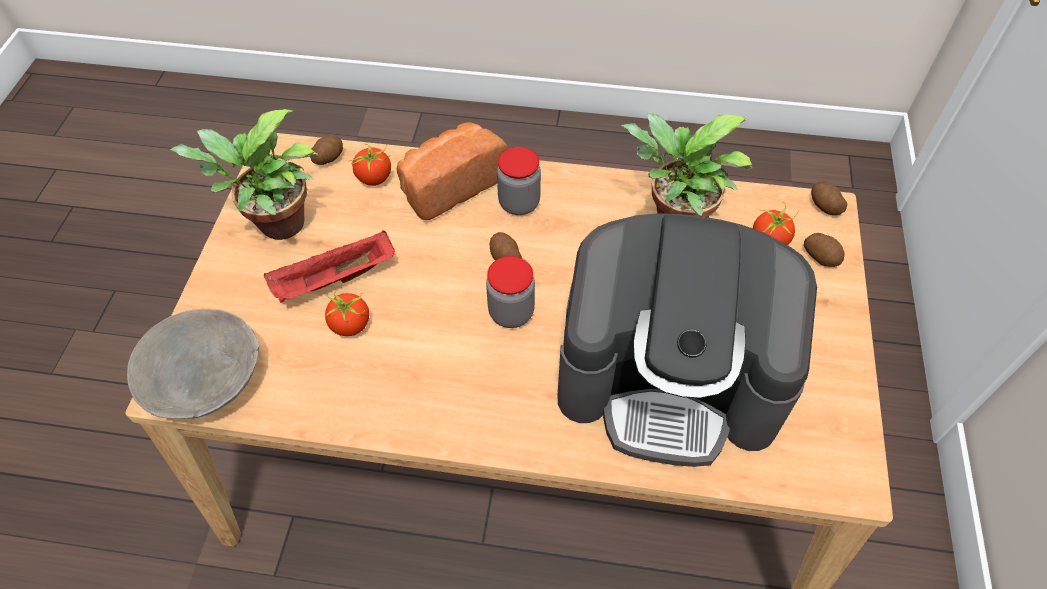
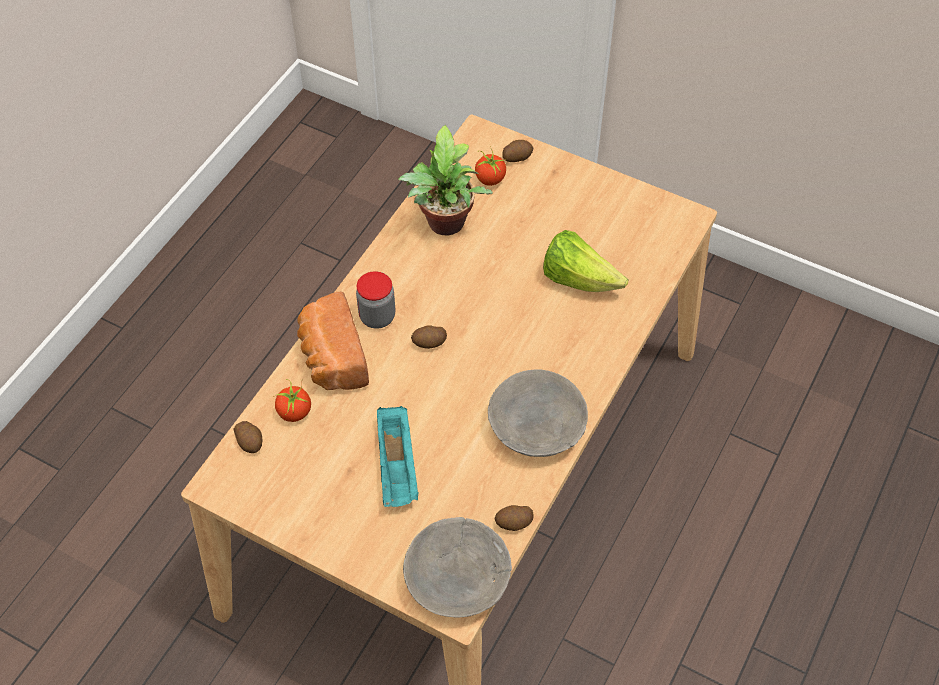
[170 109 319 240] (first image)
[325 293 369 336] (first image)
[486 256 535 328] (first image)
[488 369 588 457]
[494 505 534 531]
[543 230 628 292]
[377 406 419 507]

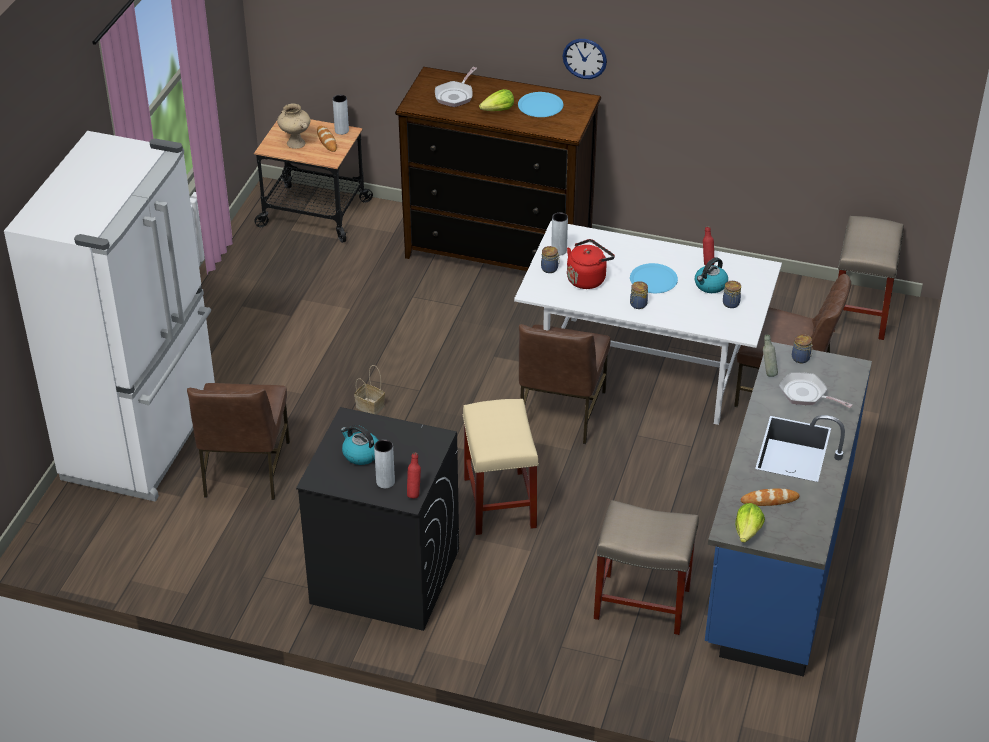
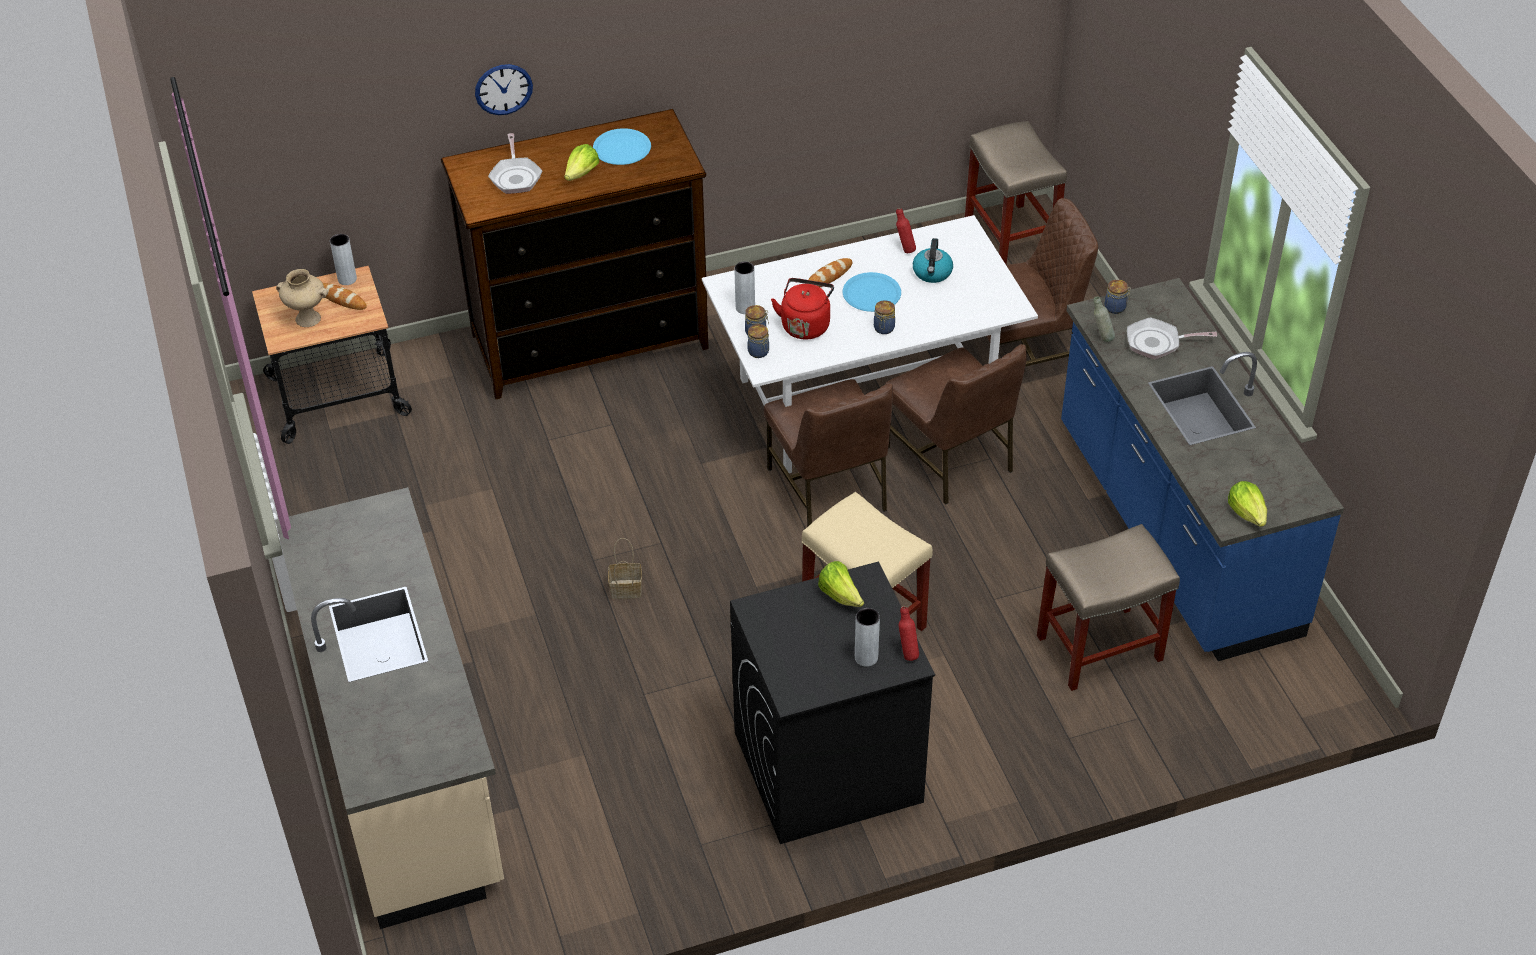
[340 425 379 465] (first image)
[818 561 864 607]
[885 344 1027 505]
[475 64 533 115]
[747 324 769 358]
[808 258 852 287]
[275 487 504 929]

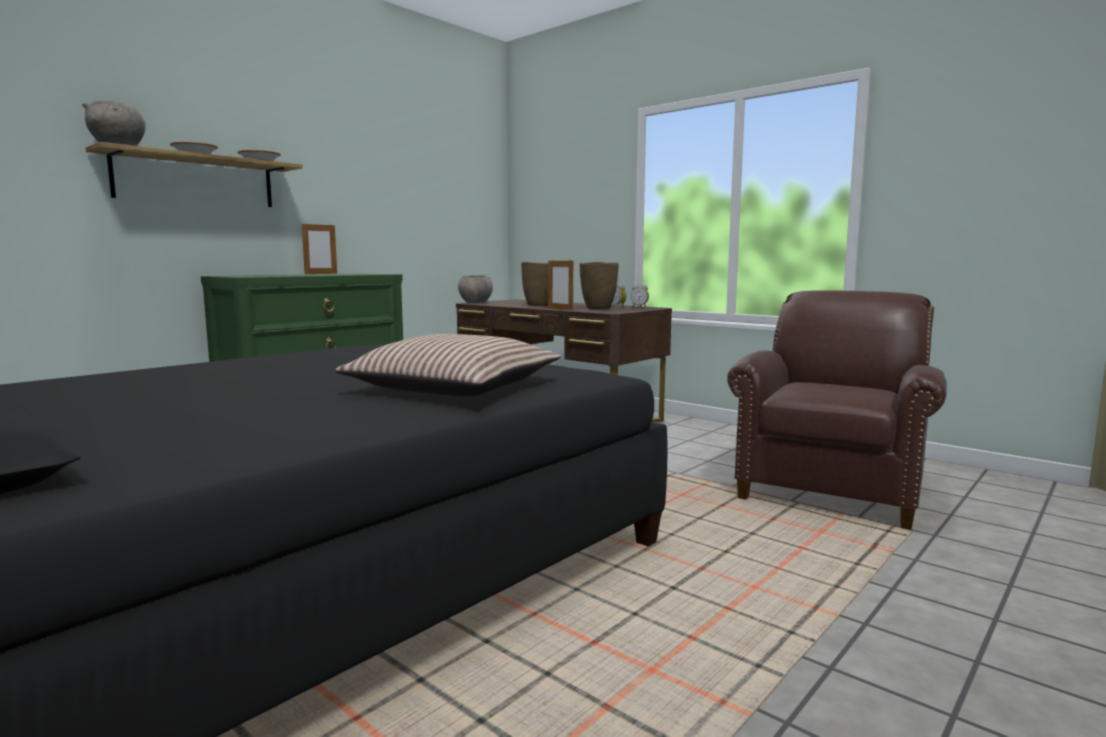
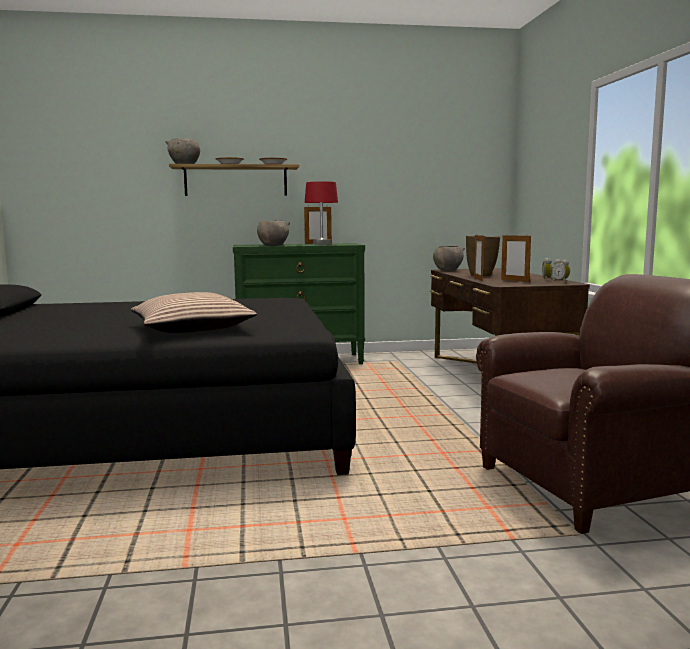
[257 220 290 246]
[304 182 338 245]
[501 234 531 282]

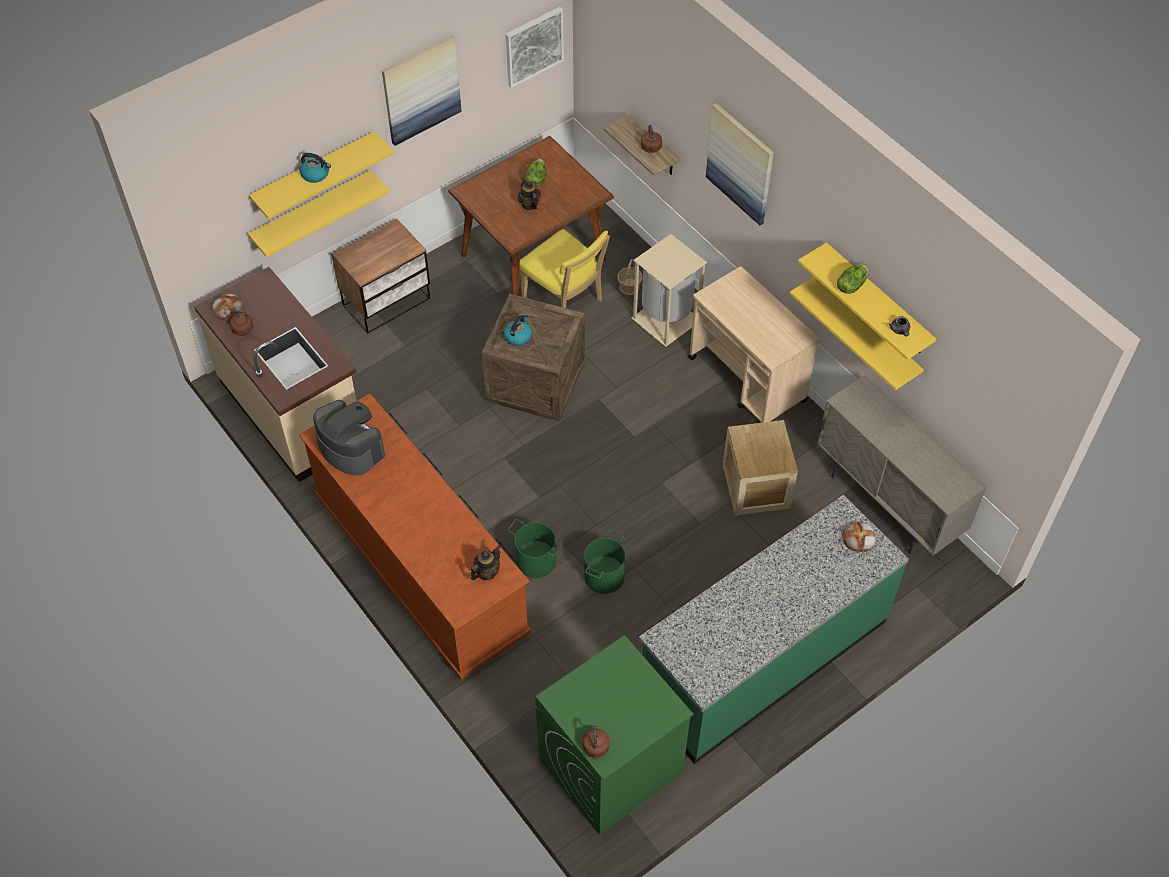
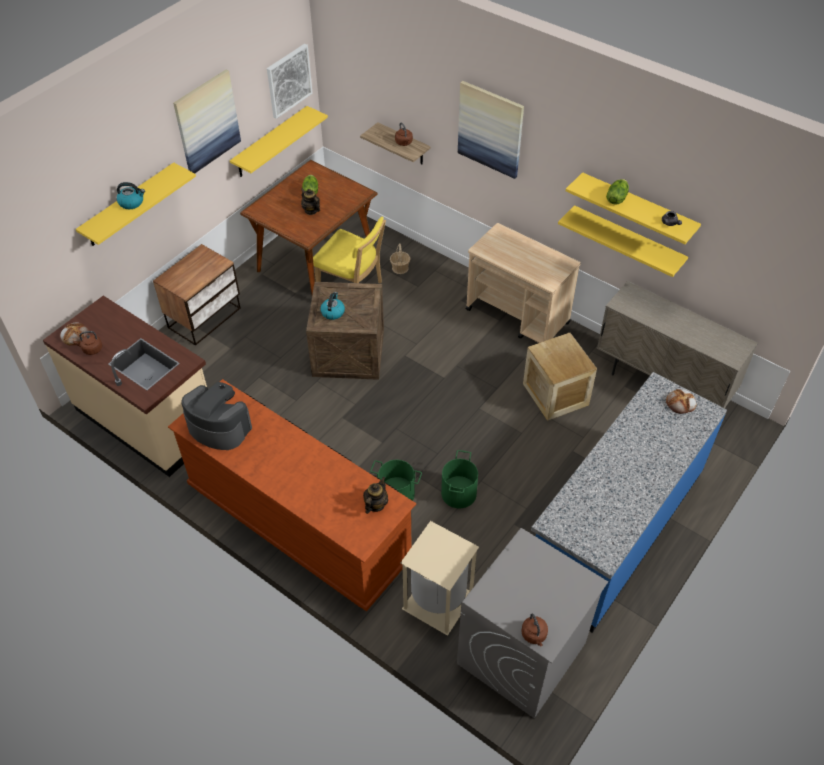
[230 106 328 177]
[401 521 479 636]
[457 528 608 718]
[531 372 727 633]

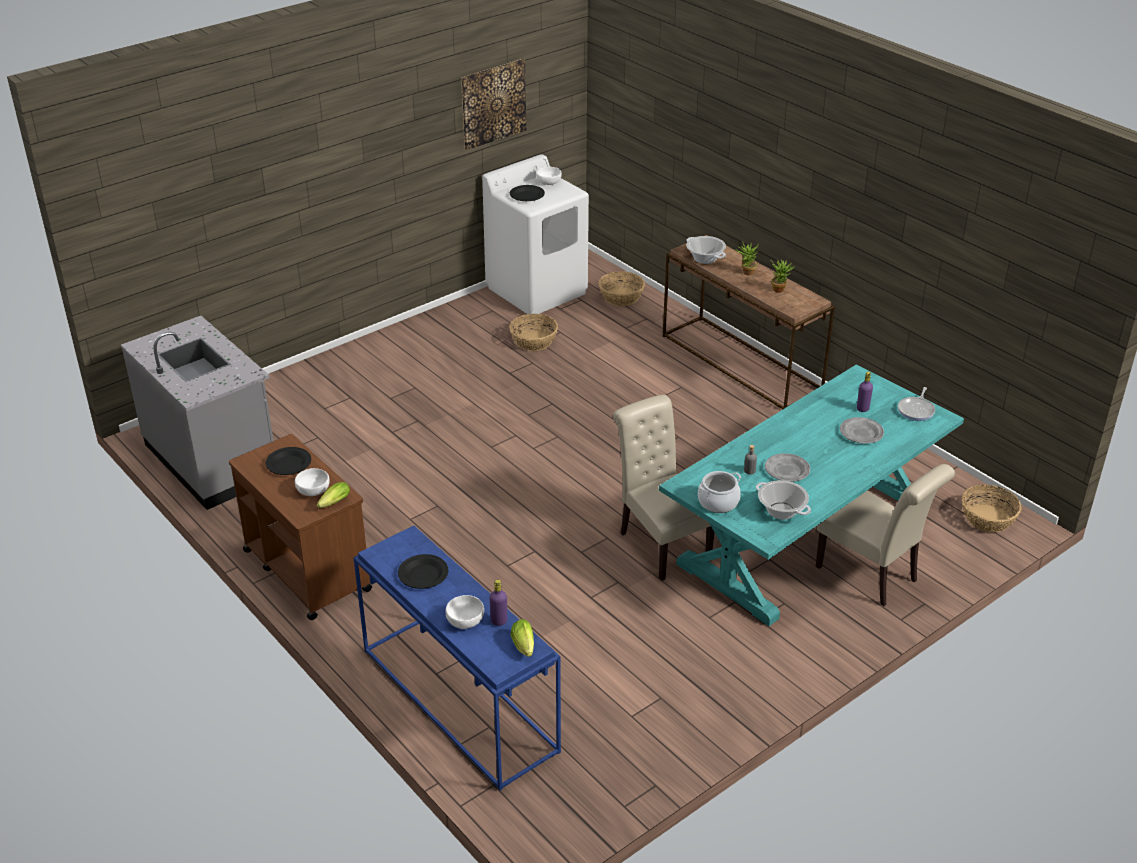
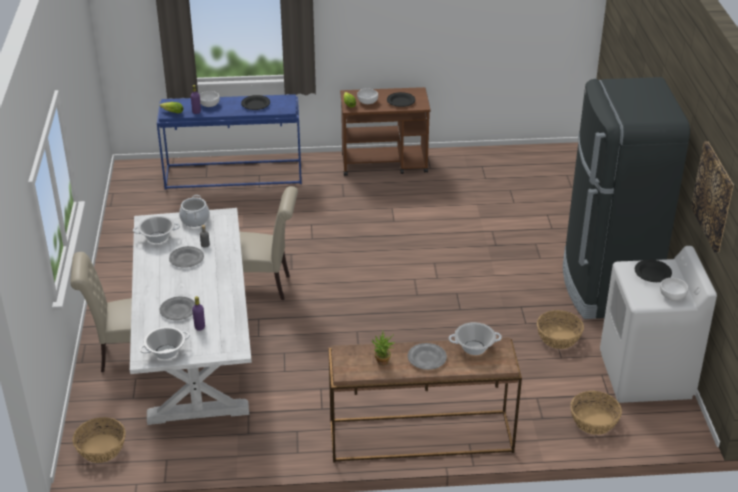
[121 316 273 510] (first image)
[563 77 690 319]
[408 343 447 370]
[139 327 190 359]
[130 208 252 425]

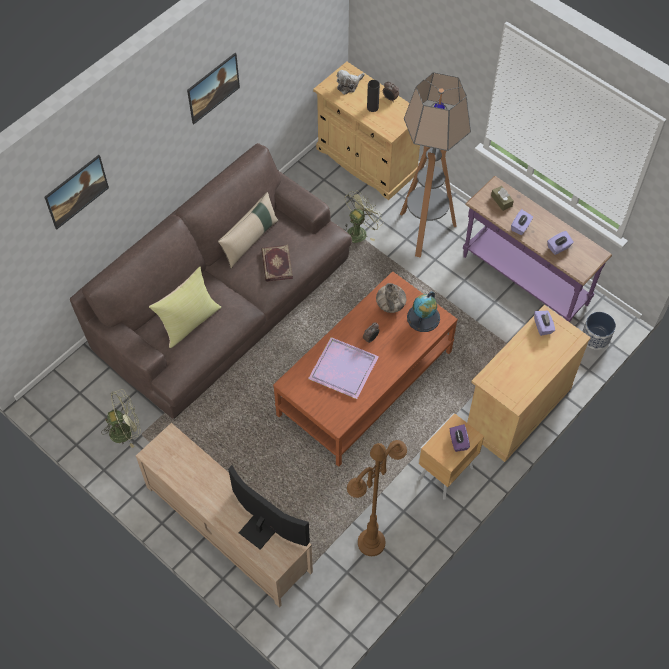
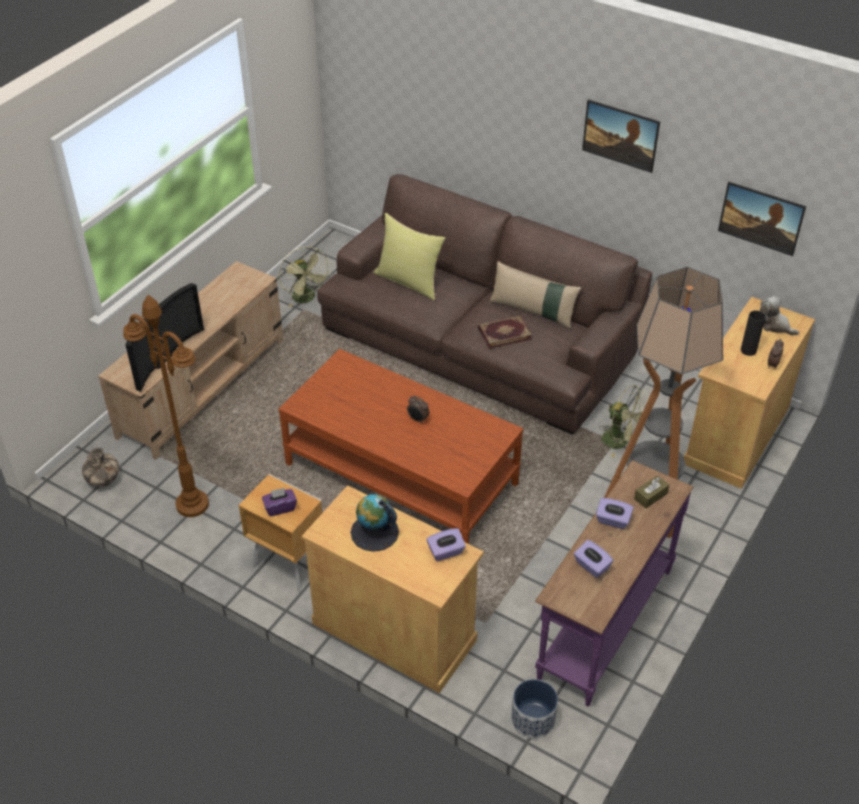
[308 337 379 399] (first image)
[718 182 806 256]
[82 448 119 487]
[351 494 399 552]

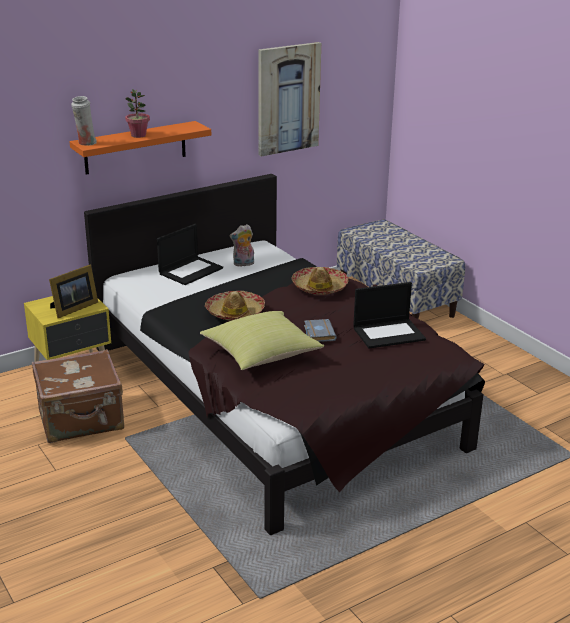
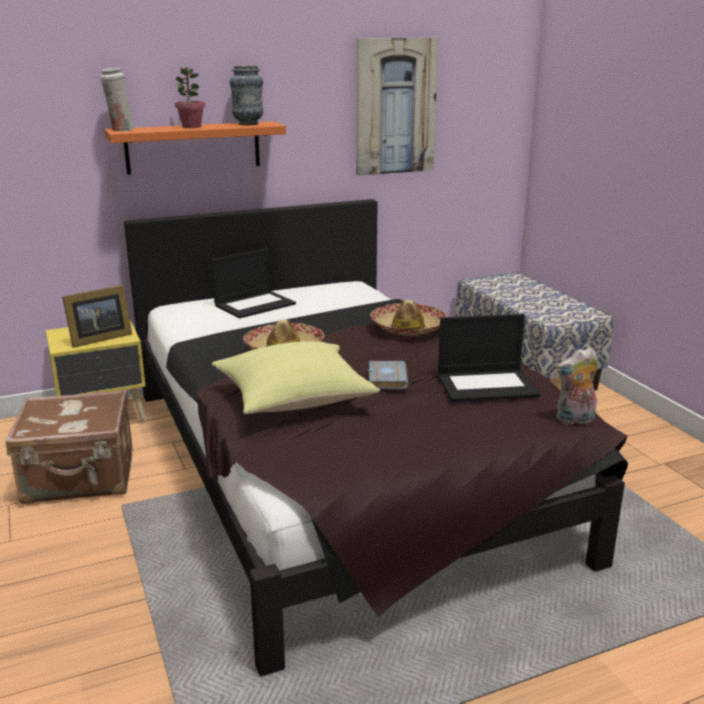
[230 65 263 125]
[556 348 598 425]

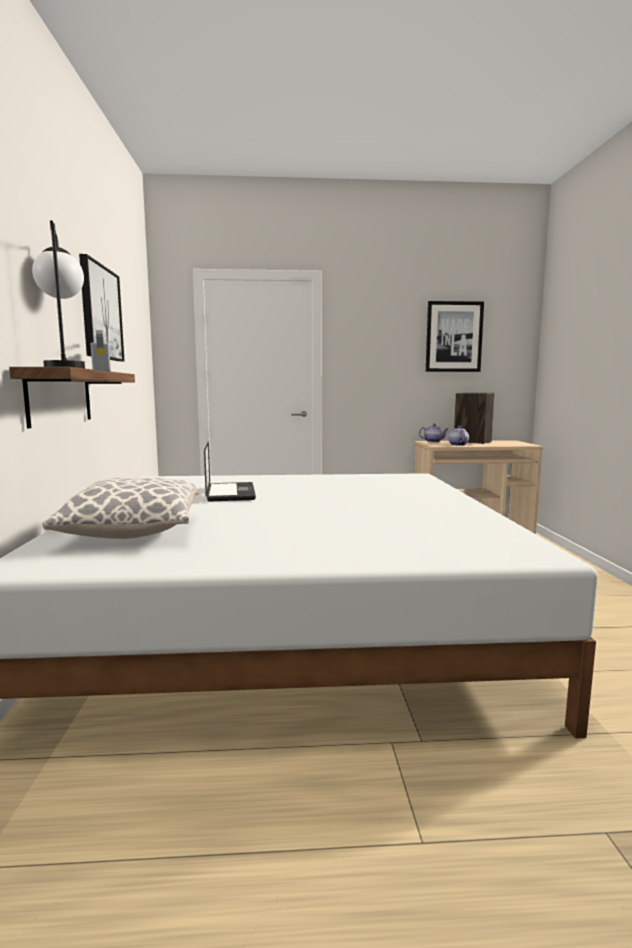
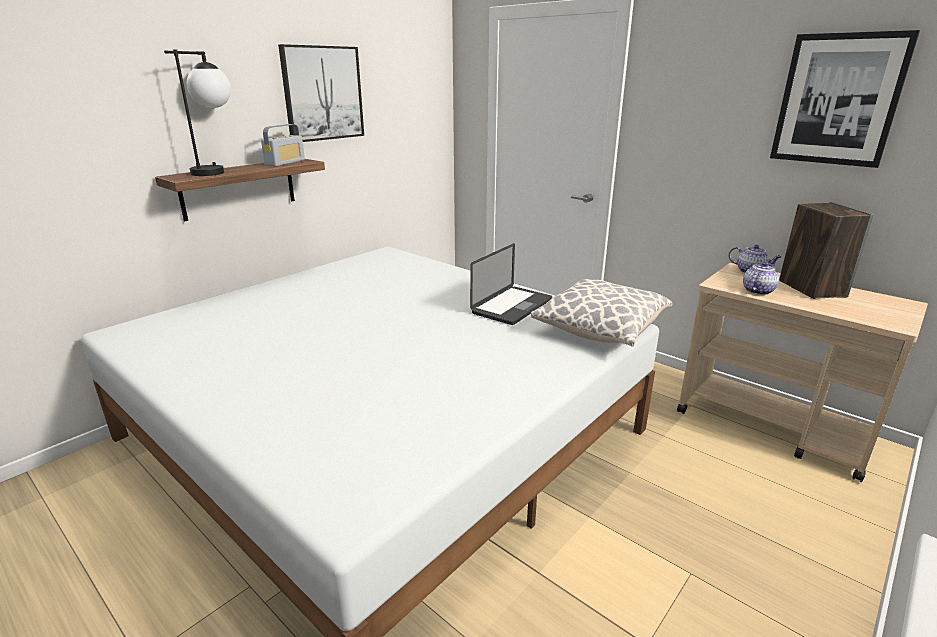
[531 279 672 347]
[470 243 552 325]

